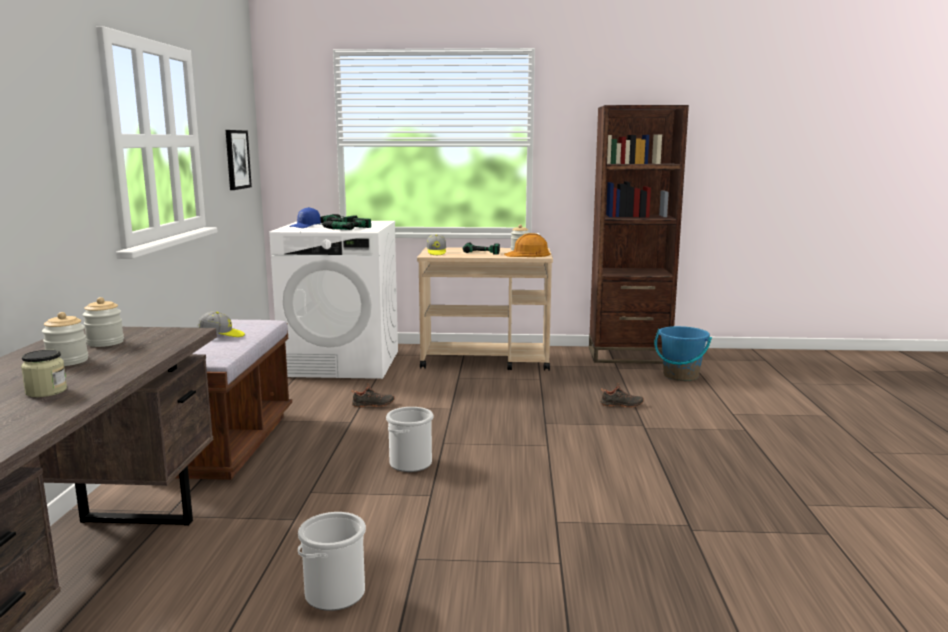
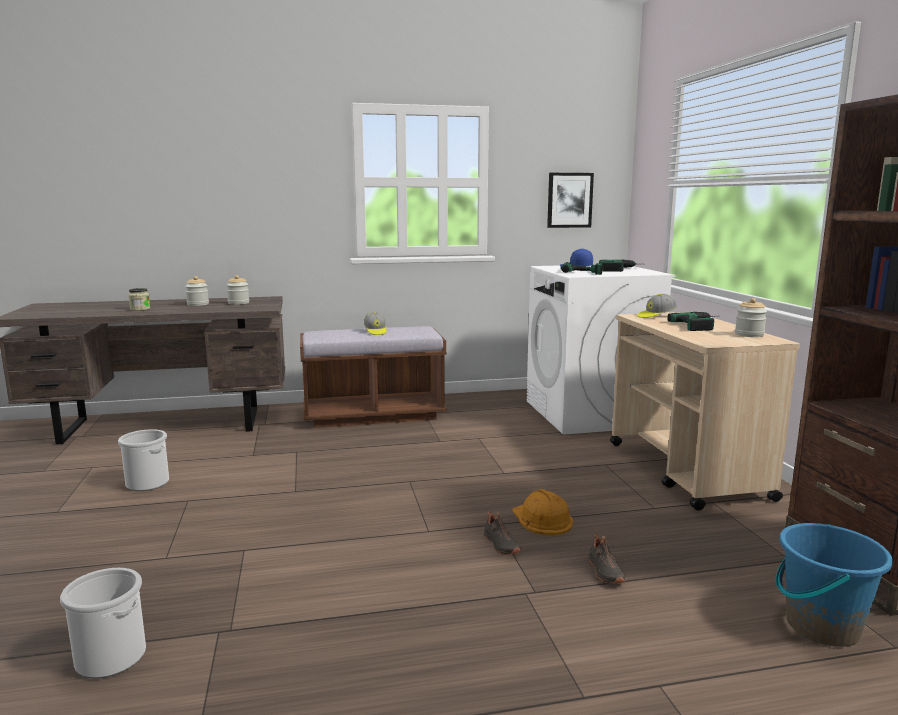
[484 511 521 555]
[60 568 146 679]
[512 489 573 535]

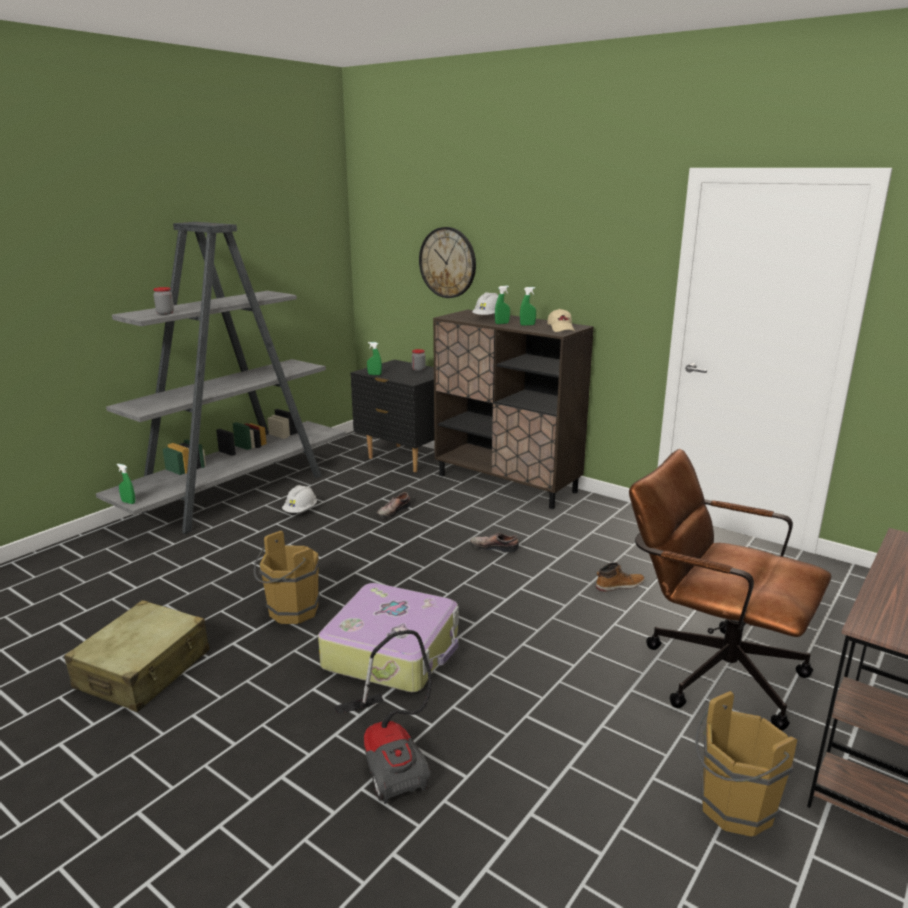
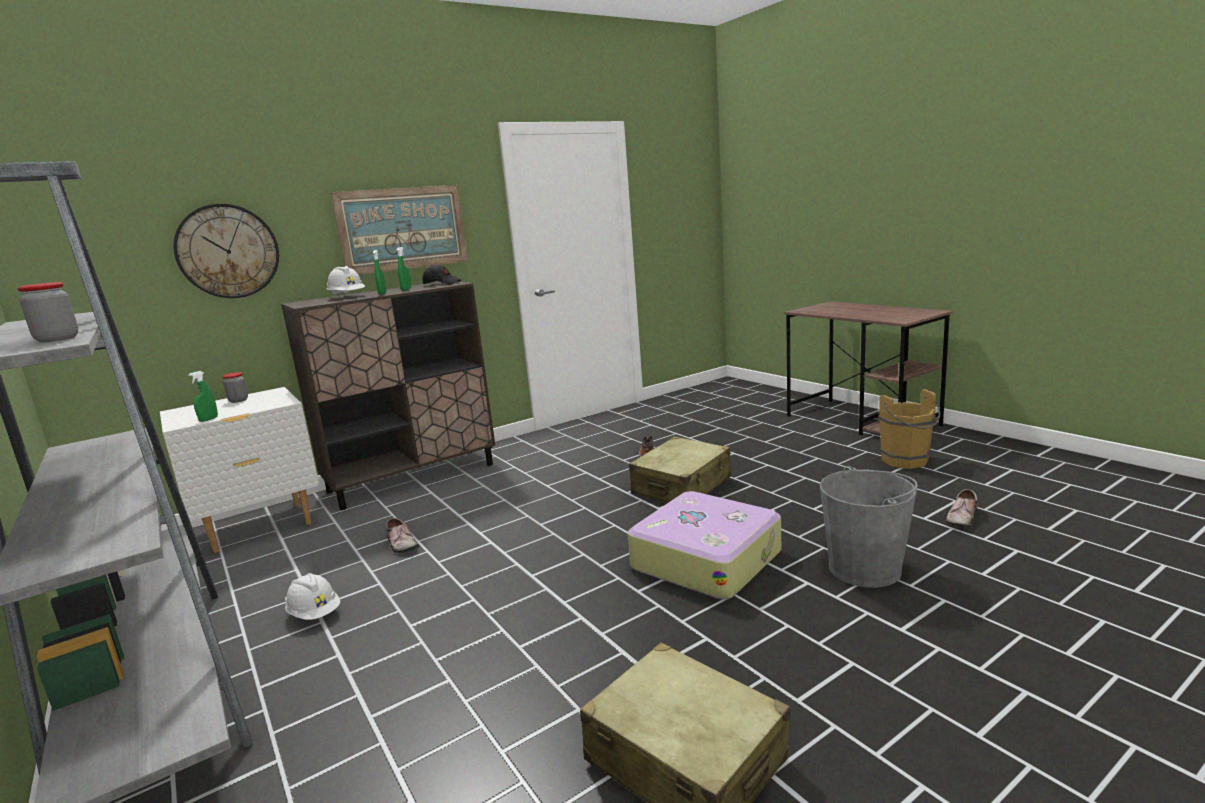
[117 464 135 504] (first image)
[254 531 320 624] (first image)
[629 449 831 731] (first image)
[331 185 468 275]
[629 437 731 503]
[945 489 978 529]
[820 466 918 588]
[160 387 319 553]
[422 265 461 285]

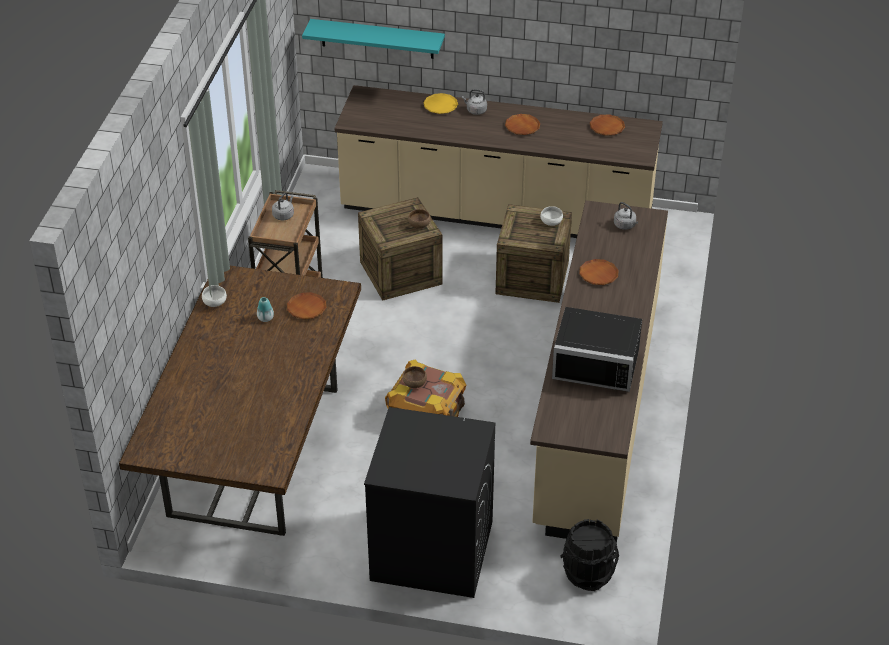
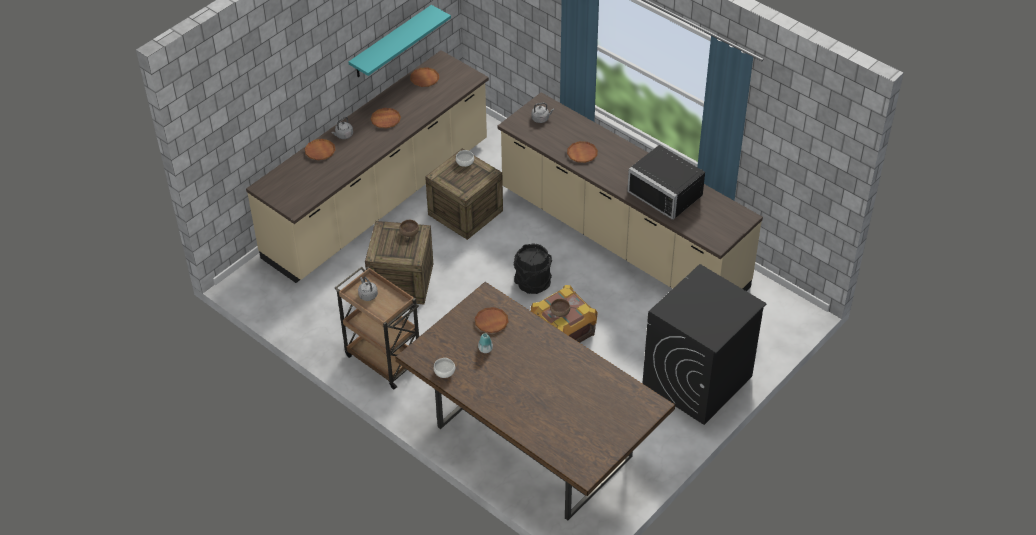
[348 5 451 77]
[513 243 552 294]
[305 139 335 160]
[627 145 705 220]

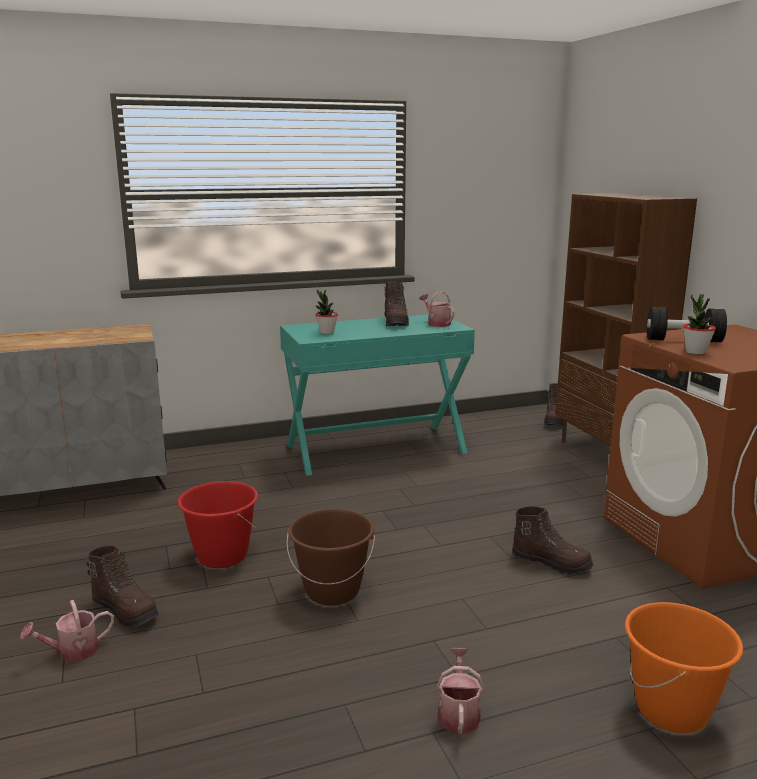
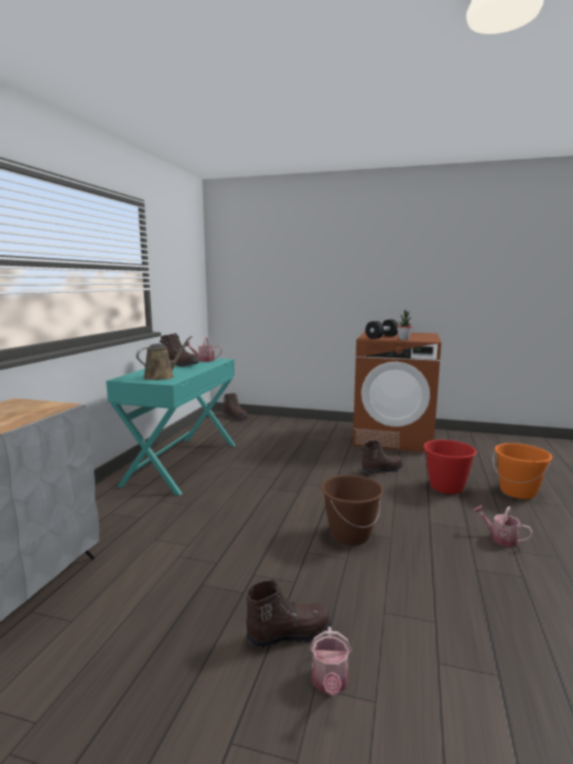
[555 193 697 447] (first image)
[422 440 477 494]
[136 336 192 380]

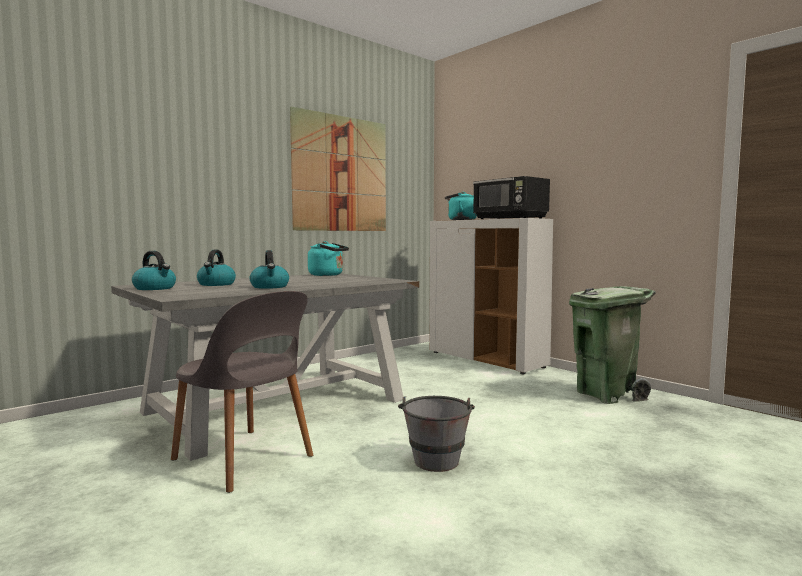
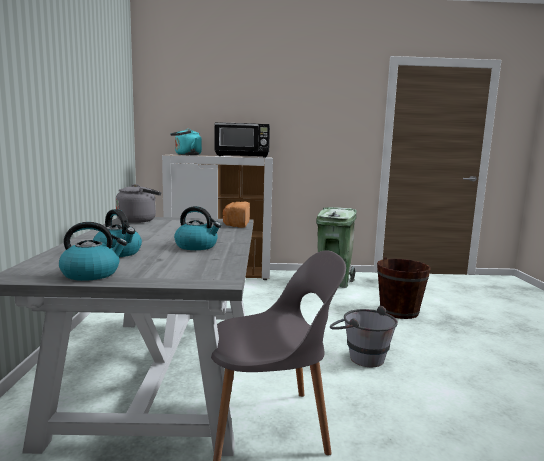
[290 107 386 231] (first image)
[223 202 250 228]
[377 257 431 319]
[116 184 161 223]

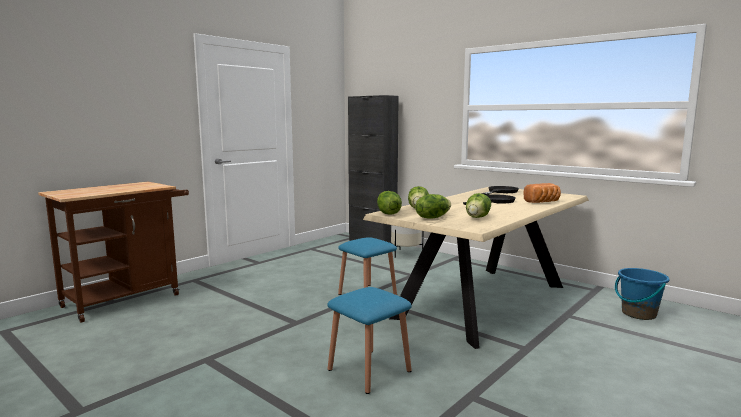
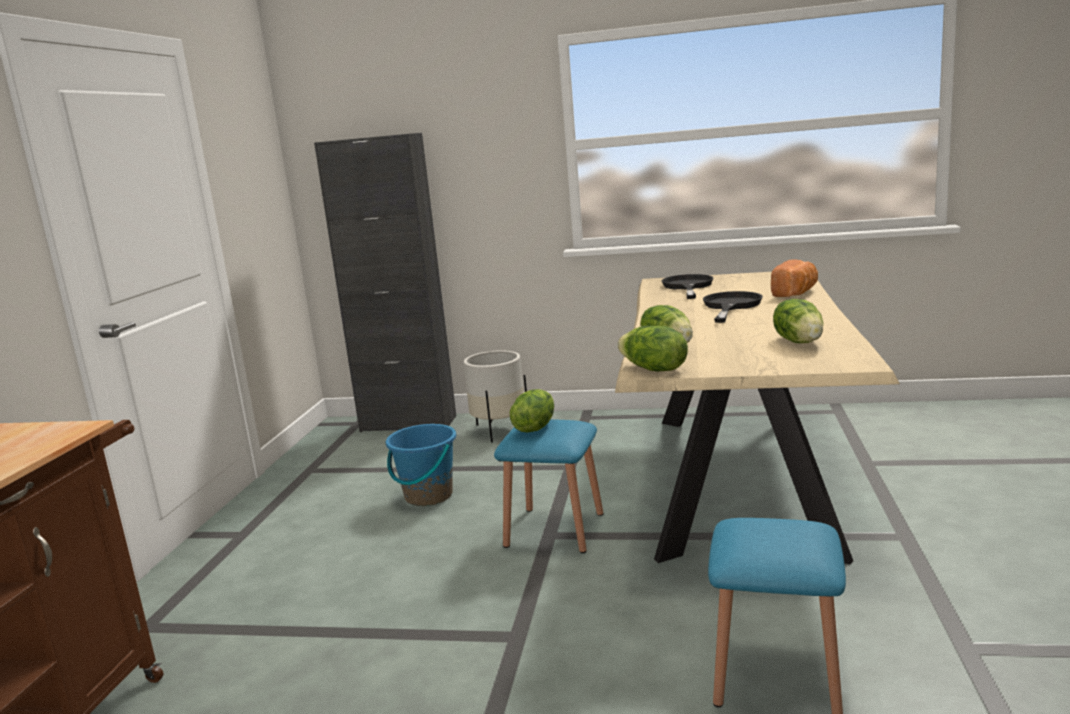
[510 389 554 433]
[386 424 456 506]

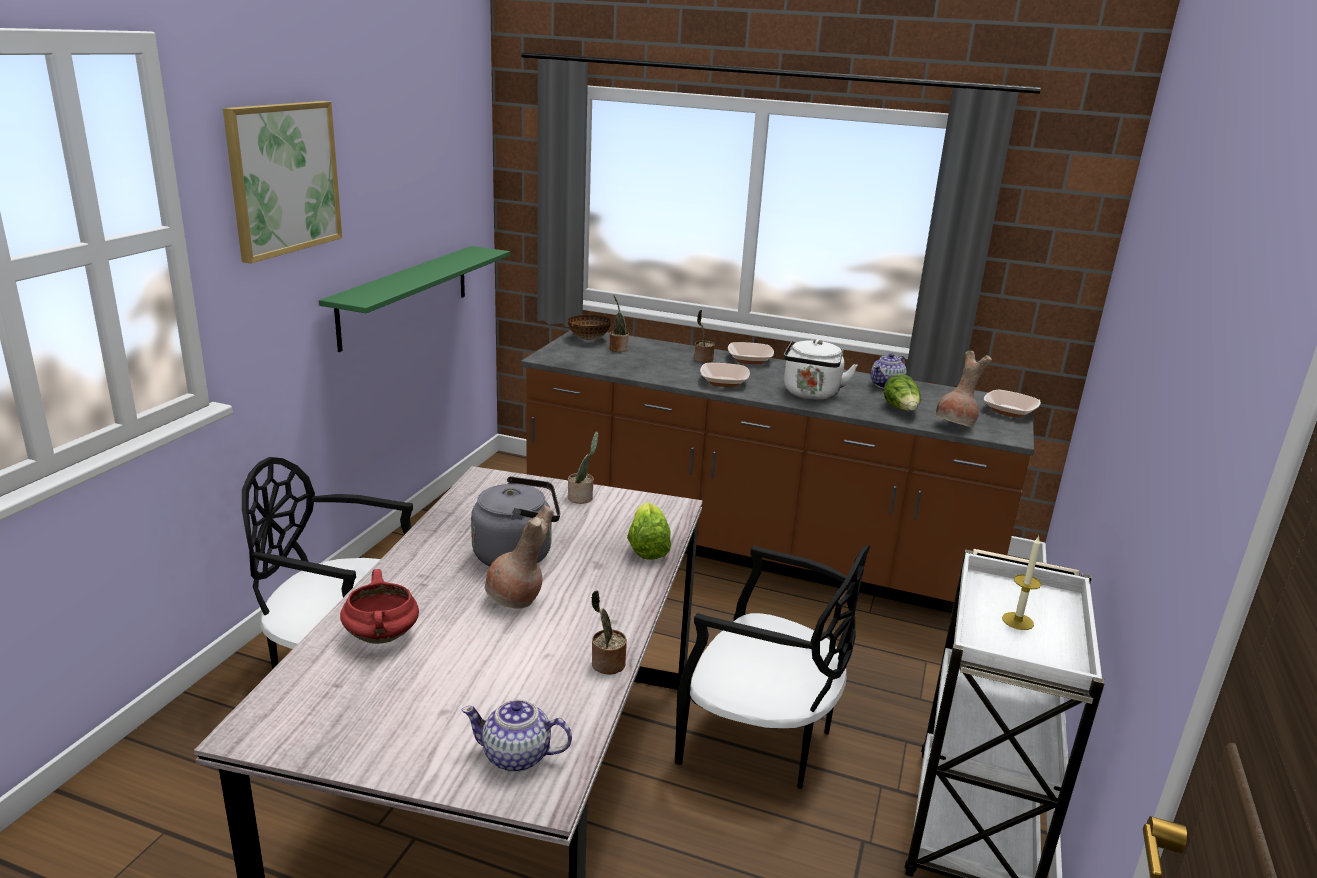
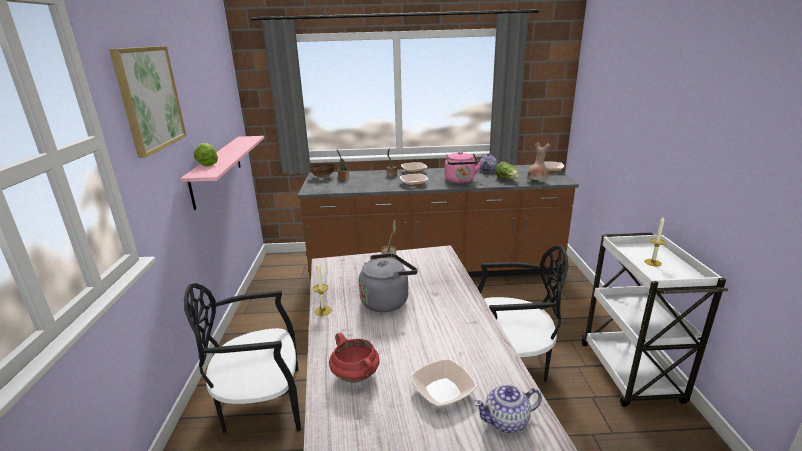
[485 505 554 609] (first image)
[591 590 627 674] (first image)
[313 262 332 316]
[411 359 477 406]
[194 143 218 166]
[180 136 264 210]
[445 152 482 183]

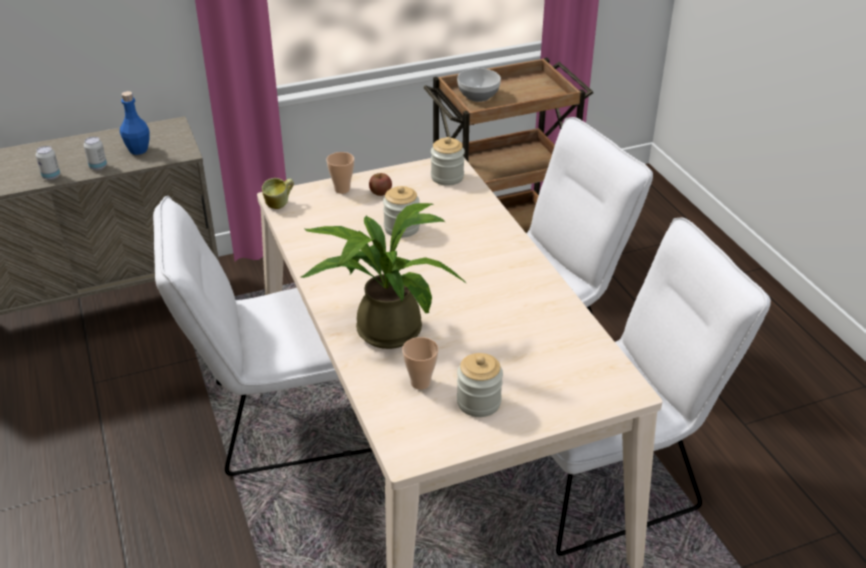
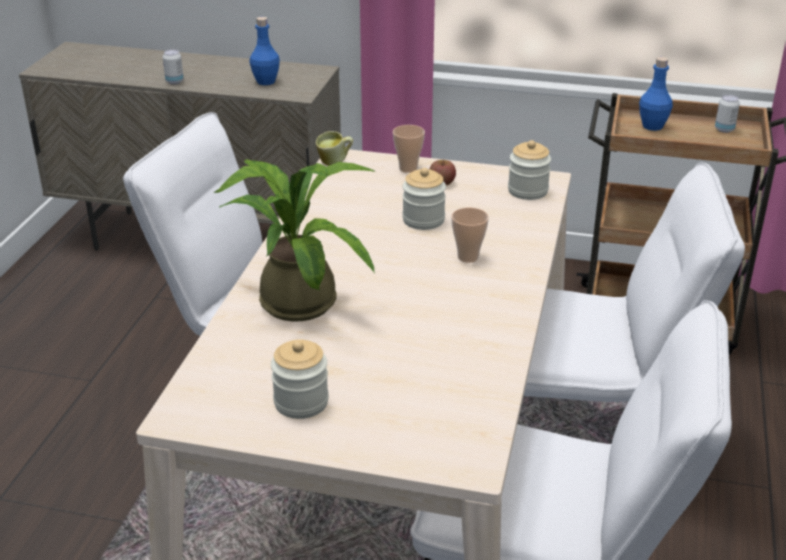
[715 95 740 133]
[451 207 489 263]
[639 57 673 131]

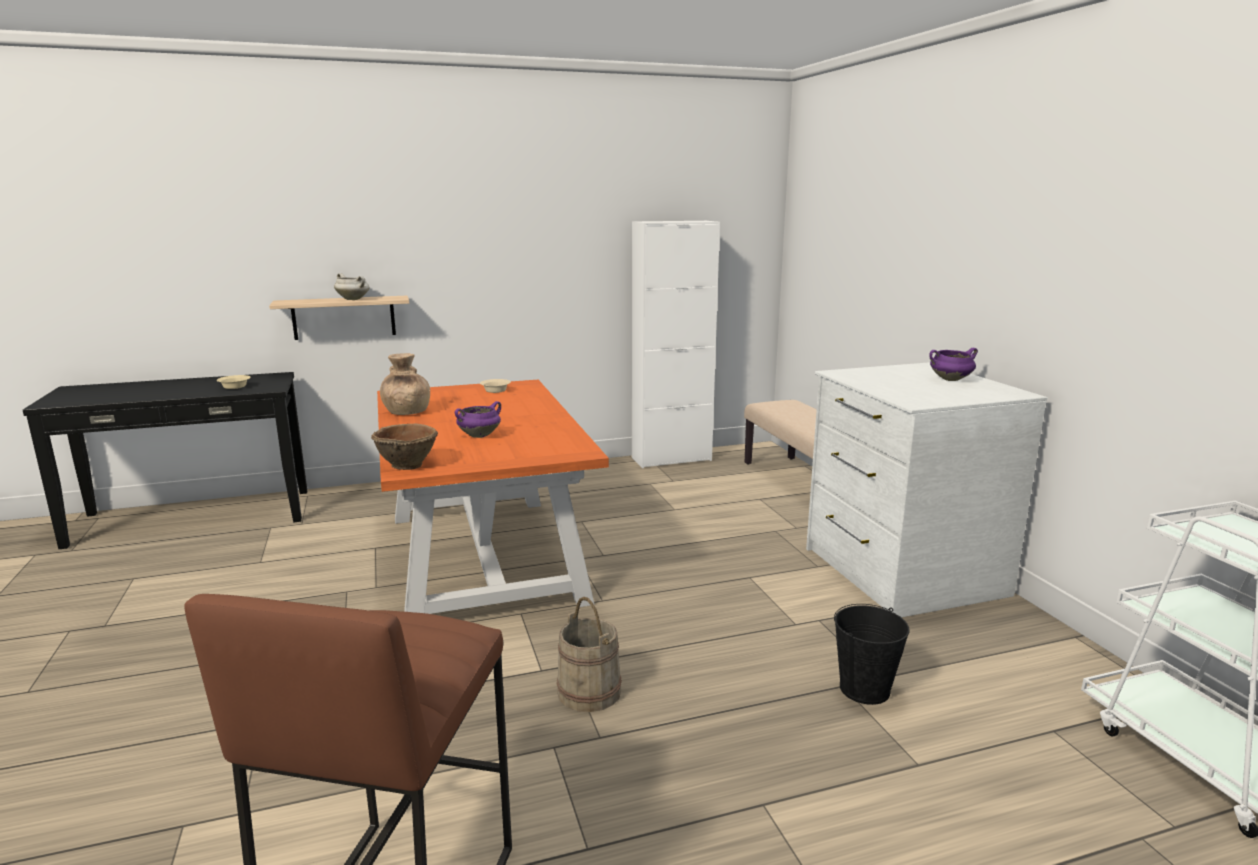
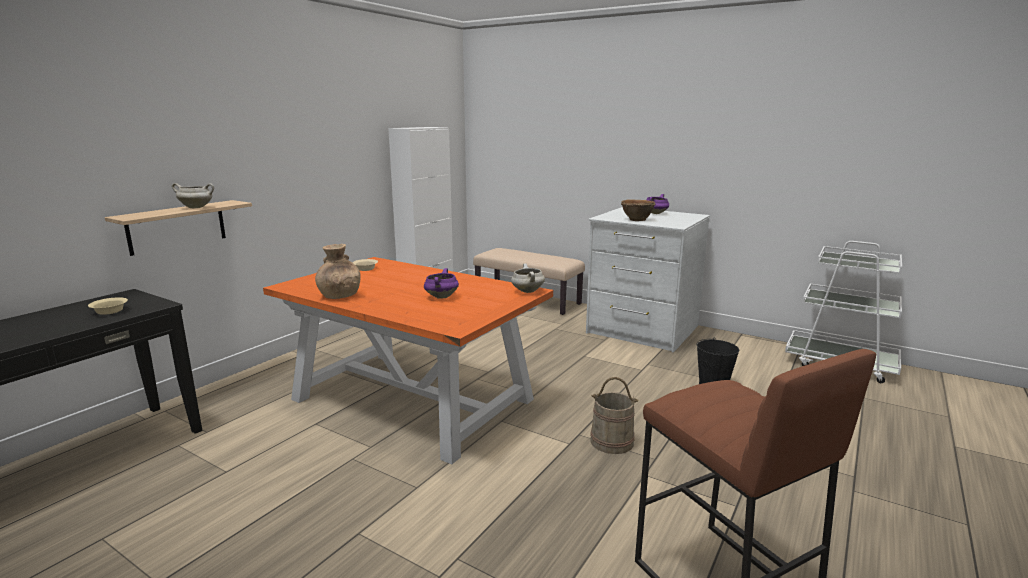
[511 263 545 293]
[621 200 655 221]

